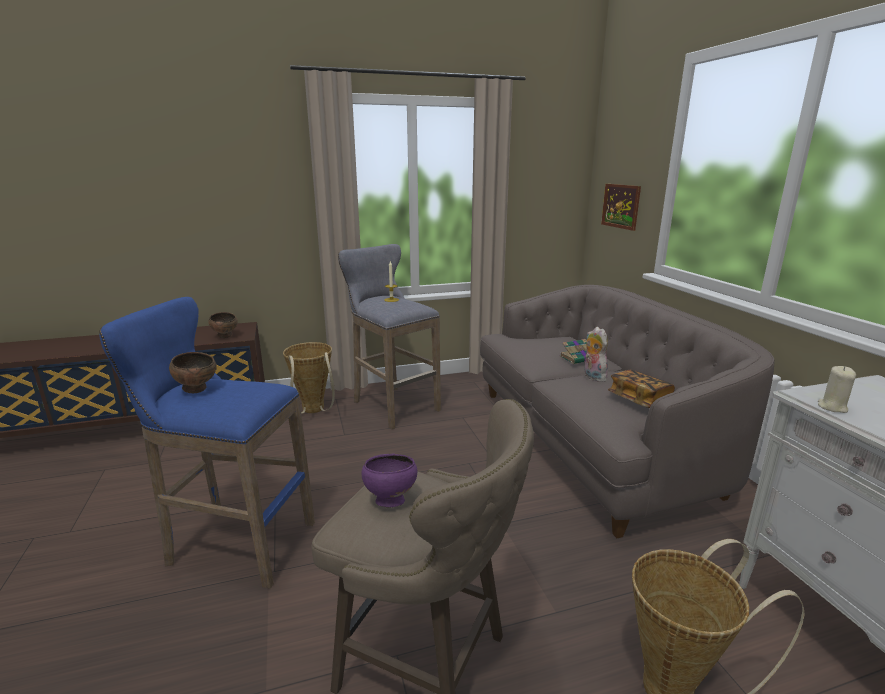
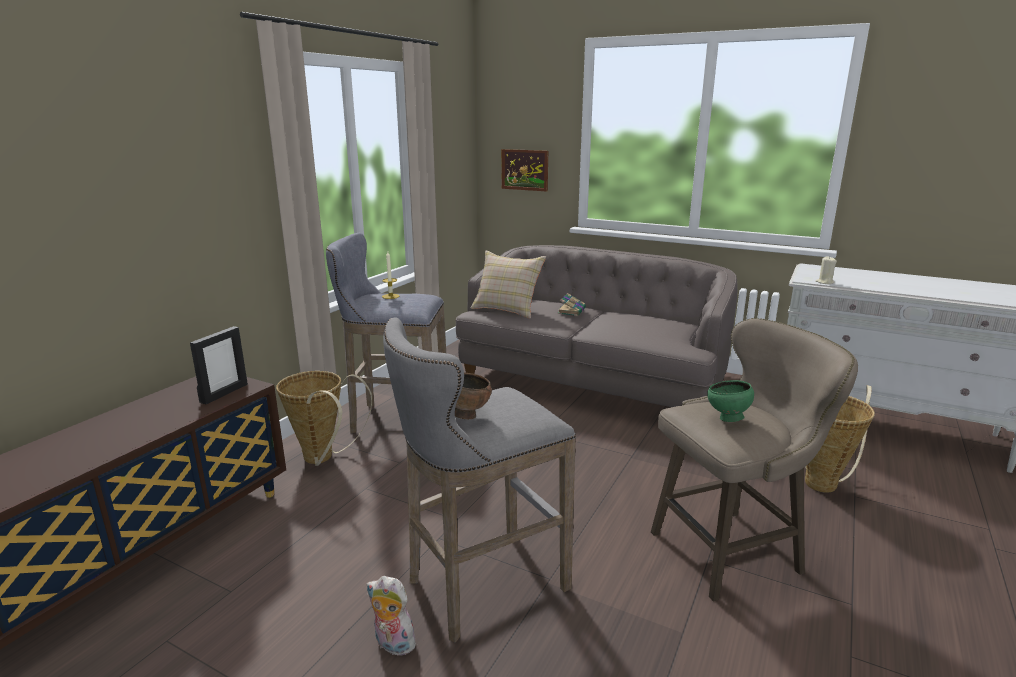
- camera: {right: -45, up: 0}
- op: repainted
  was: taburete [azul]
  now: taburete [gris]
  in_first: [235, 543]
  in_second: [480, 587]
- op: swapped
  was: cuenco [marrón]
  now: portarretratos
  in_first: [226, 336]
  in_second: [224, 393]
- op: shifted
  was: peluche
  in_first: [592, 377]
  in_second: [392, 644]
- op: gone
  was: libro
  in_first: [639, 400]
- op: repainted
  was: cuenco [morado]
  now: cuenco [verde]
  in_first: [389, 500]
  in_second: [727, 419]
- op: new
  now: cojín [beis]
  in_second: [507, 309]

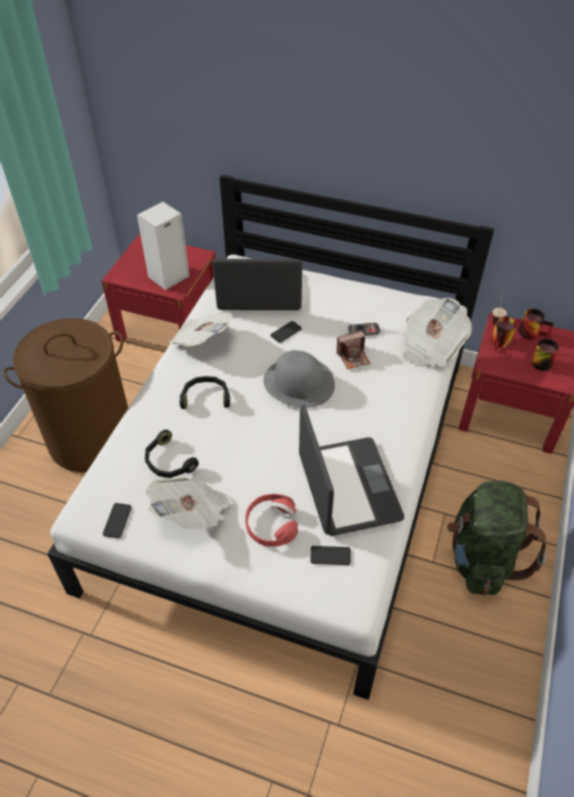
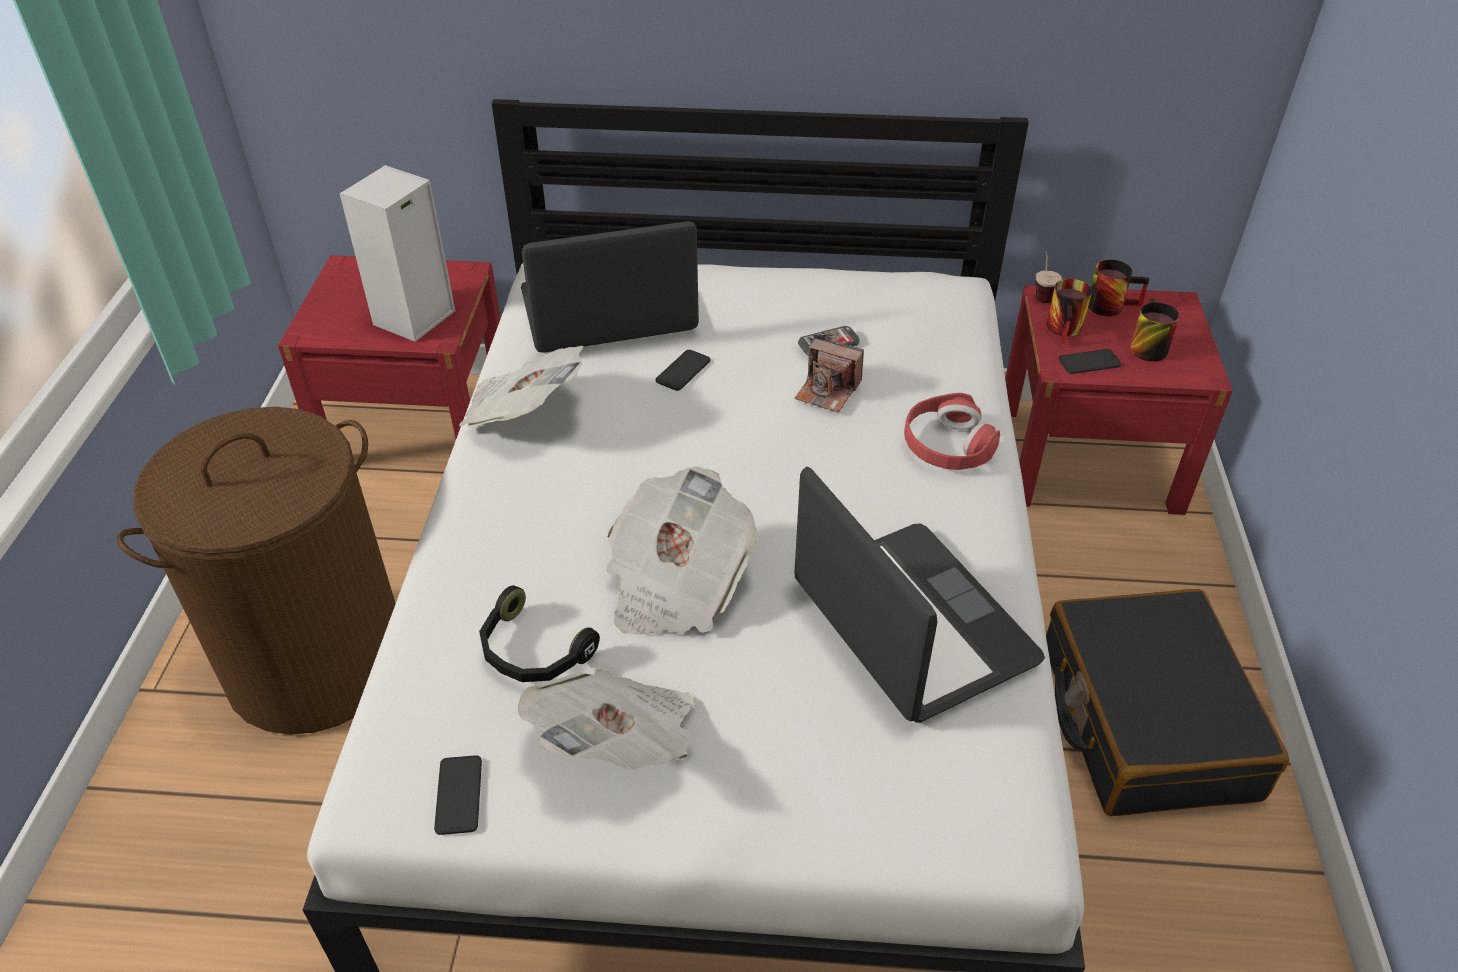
- camera: {right: -15, up: -5}
- op: shifted
  was: periódico
  in_first: [430, 346]
  in_second: [675, 584]
- op: rotated
  was: cámara
  in_first: [353, 357]
  in_second: [827, 391]
  clockwise: 60
- op: gone
  was: sombrero [gris]
  in_first: [298, 382]
- op: gone
  was: auriculares [negro]
  in_first: [206, 397]
- op: swapped
  was: mochila [verde]
  now: maleta [negro]
  in_first: [482, 558]
  in_second: [1145, 720]
- op: shifted
  was: auriculares [rojo]
  in_first: [271, 525]
  in_second: [947, 445]
- op: shifted
  was: móvil
  in_first: [330, 555]
  in_second: [1089, 362]

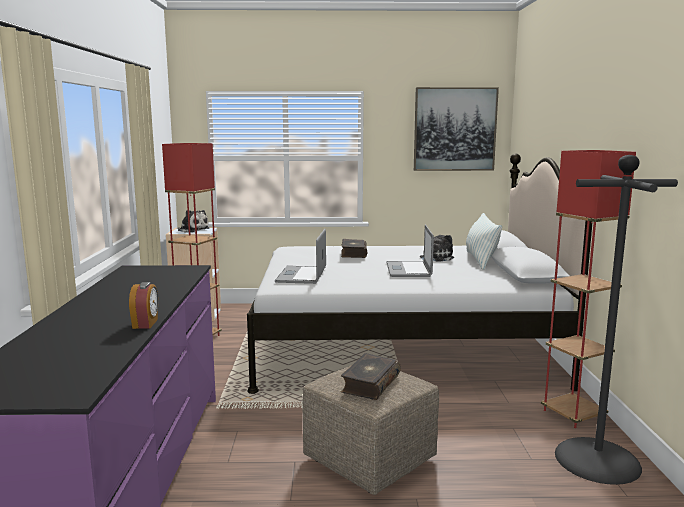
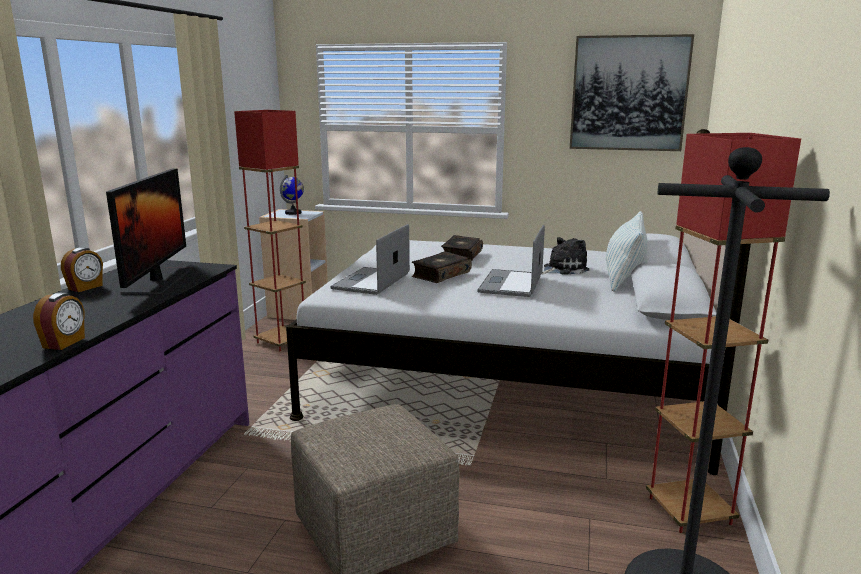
- camera: {right: 15, up: 5}
- op: swapped
  was: peluche
  now: globo terráqueo
  in_first: [192, 230]
  in_second: [293, 213]
- op: shifted
  was: libro
  in_first: [369, 384]
  in_second: [440, 275]
- op: new
  now: monitor
  in_second: [158, 281]
- op: new
  now: despertador
  in_second: [86, 287]

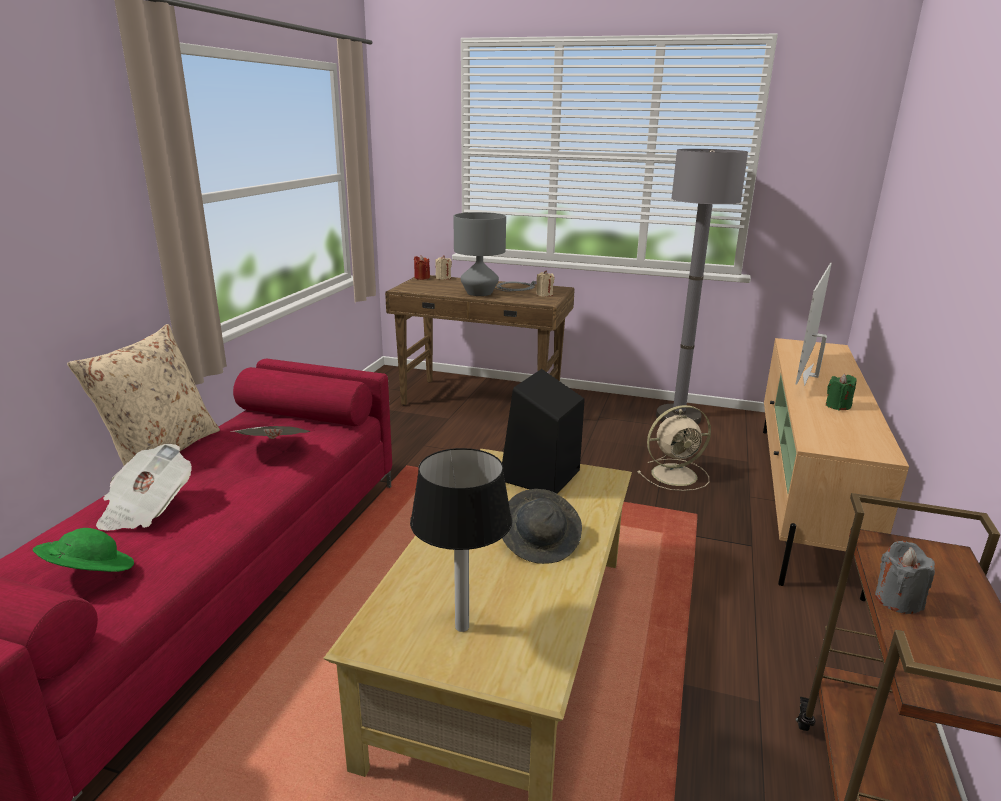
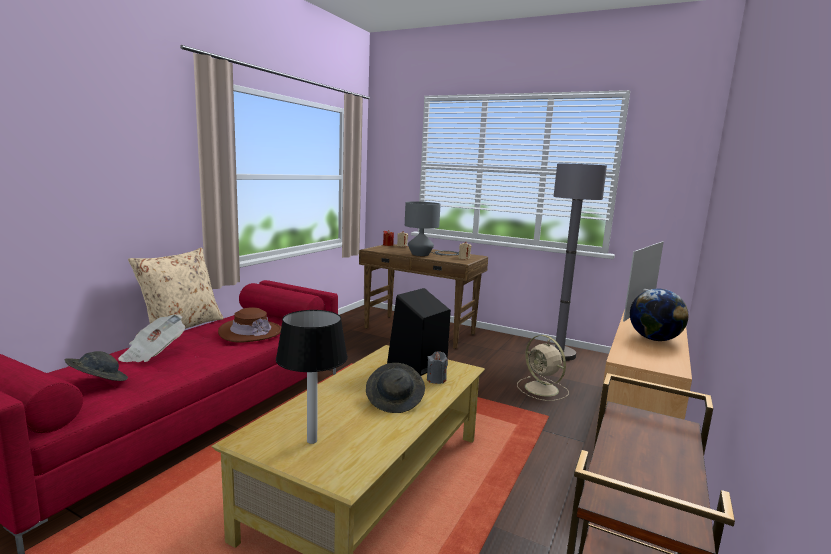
- camera: {right: 10, up: -10}
- op: swapped
  was: vela [verde]
  now: globo terráqueo
  in_first: [837, 406]
  in_second: [654, 339]
- op: rotated
  was: ventilador [beis]
  in_first: [676, 475]
  in_second: [542, 389]
  clockwise: 60
- op: swapped
  was: periódico
  now: sombrero [marrón]
  in_first: [275, 450]
  in_second: [250, 332]
- op: repainted
  was: sombrero [verde]
  now: sombrero [gris]
  in_first: [89, 574]
  in_second: [98, 382]
- op: shifted
  was: vela [gris]
  in_first: [898, 600]
  in_second: [436, 379]

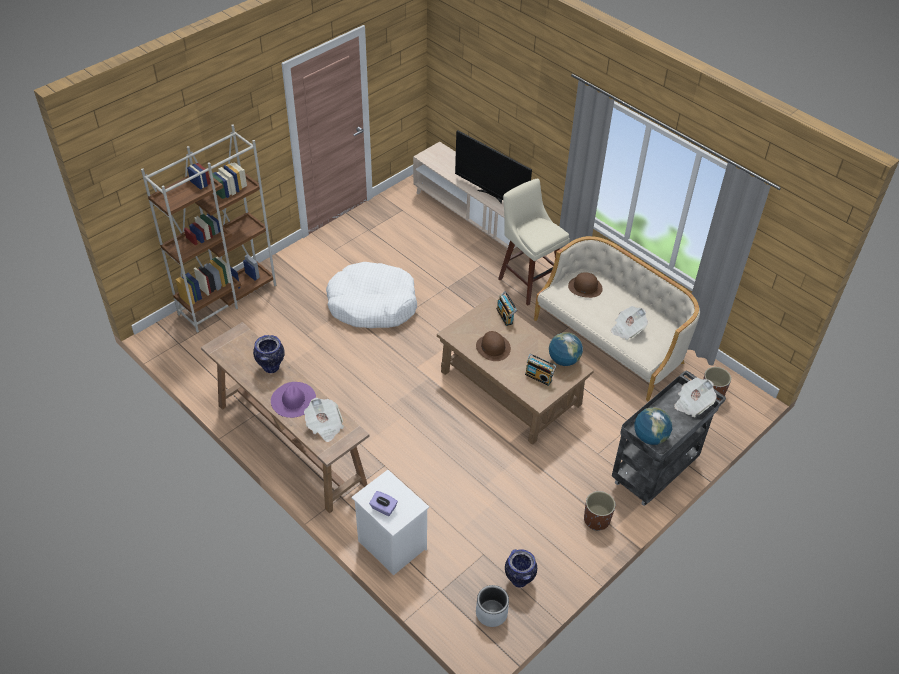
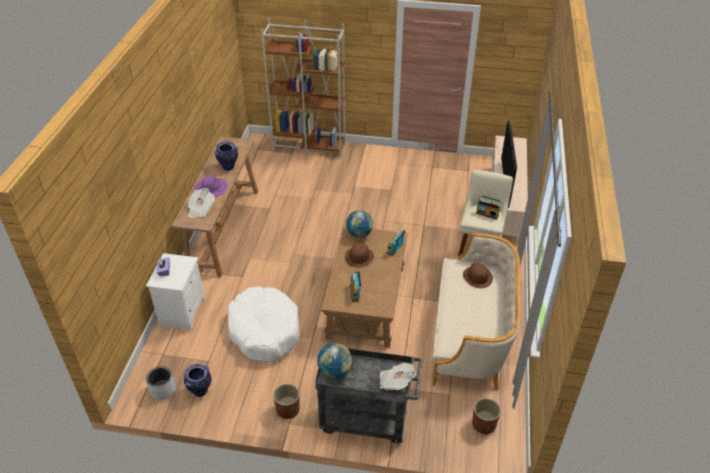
- camera: {right: 55, up: -5}
- op: shifted
  was: cama para perro [blanco]
  in_first: [372, 304]
  in_second: [264, 330]
- op: gone
  was: periódico
  in_first: [627, 329]
- op: shifted
  was: globo terráqueo
  in_first: [563, 360]
  in_second: [359, 234]
- op: new
  now: radio
  in_second: [487, 214]

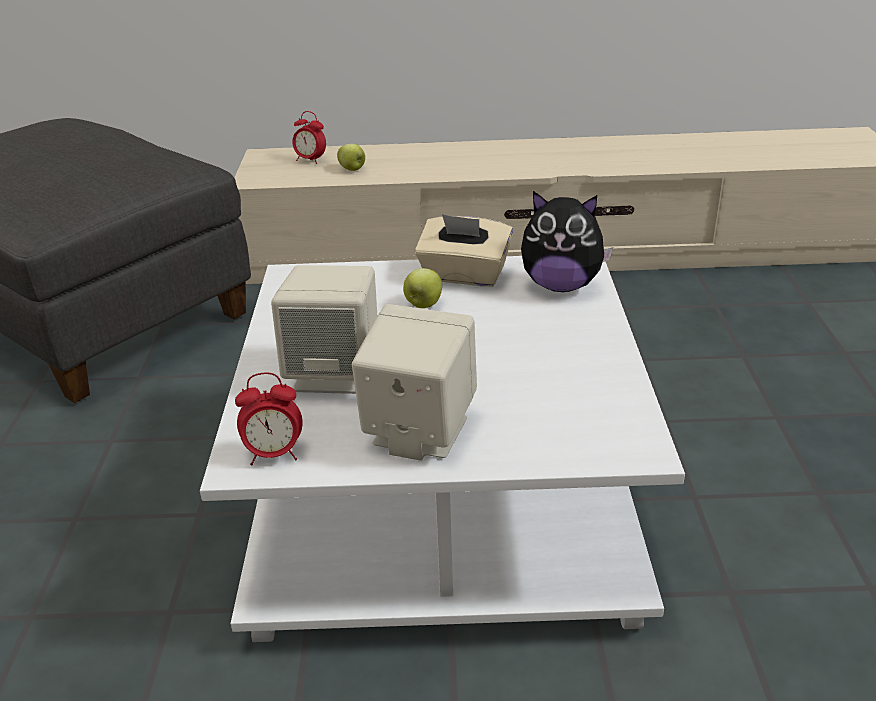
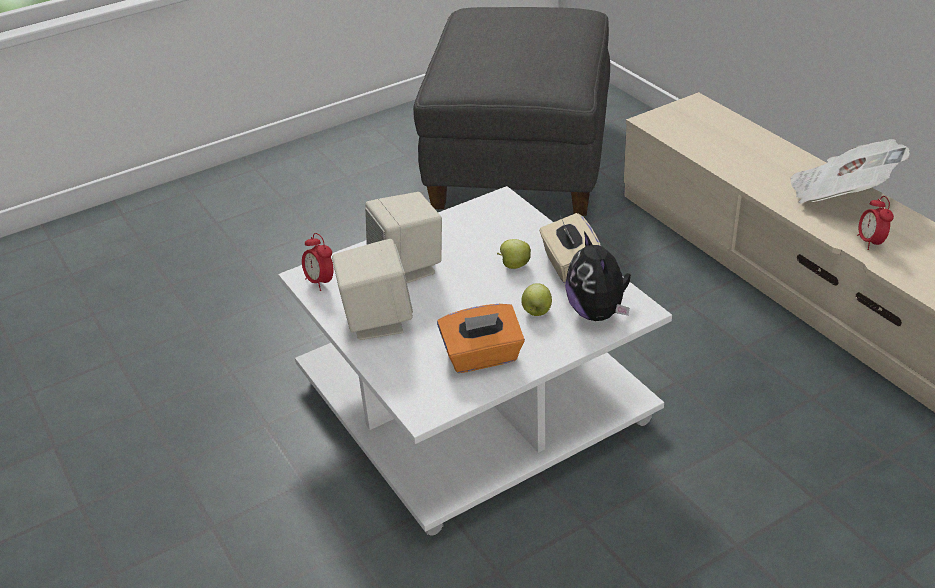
- camera: {right: 60, up: 5}
- op: shifted
  was: despertador
  in_first: [310, 160]
  in_second: [870, 242]
- op: shifted
  was: manzana
  in_first: [352, 169]
  in_second: [536, 312]
- op: new
  now: periódico
  in_second: [840, 195]
- op: new
  now: caja de pañuelos [naranja]
  in_second: [482, 357]

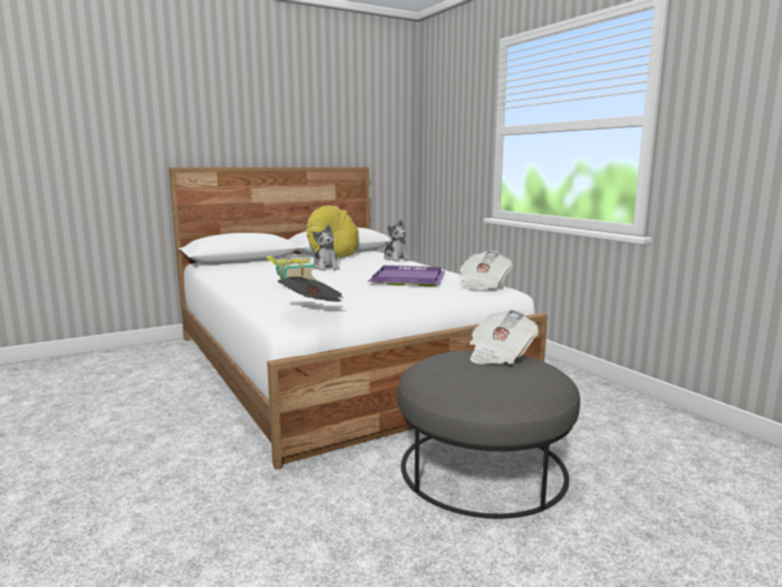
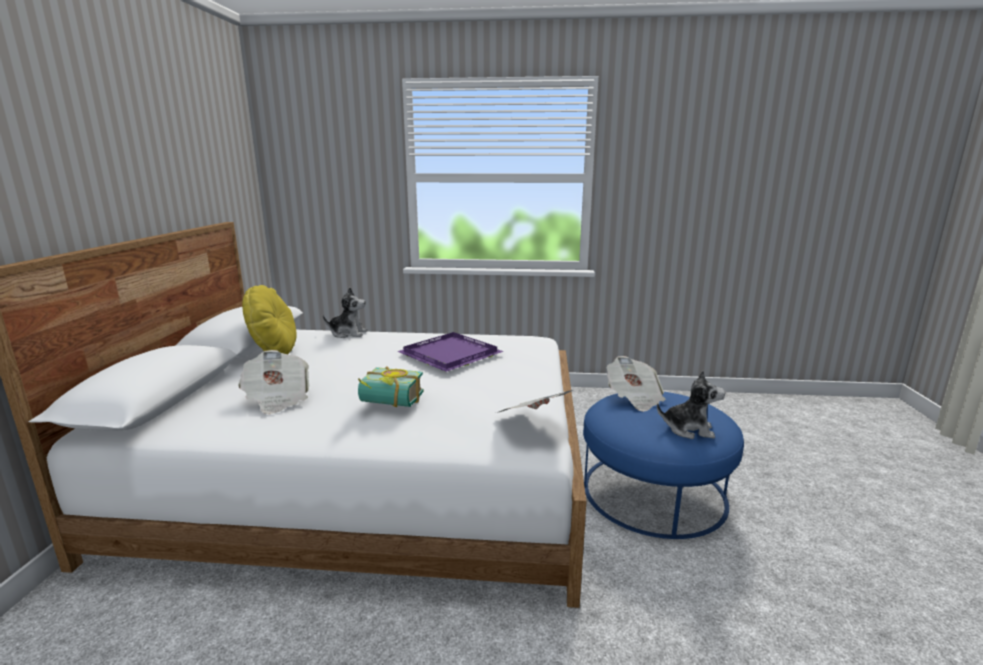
- camera: {right: -55, up: 5}
- op: shifted
  was: peluche
  in_first: [326, 268]
  in_second: [688, 429]
- op: shifted
  was: periódico
  in_first: [482, 285]
  in_second: [277, 398]
- op: repainted
  was: puf [gris]
  now: puf [azul]
  in_first: [483, 467]
  in_second: [653, 491]

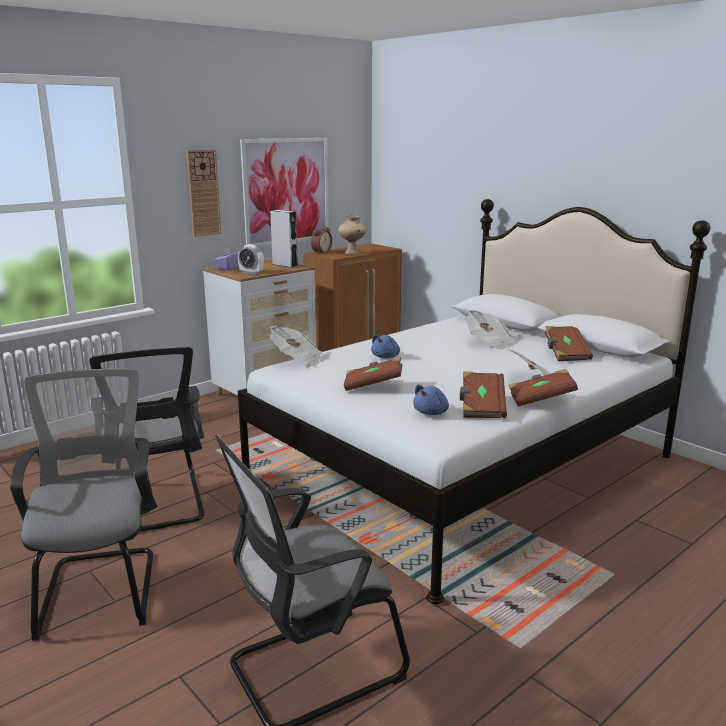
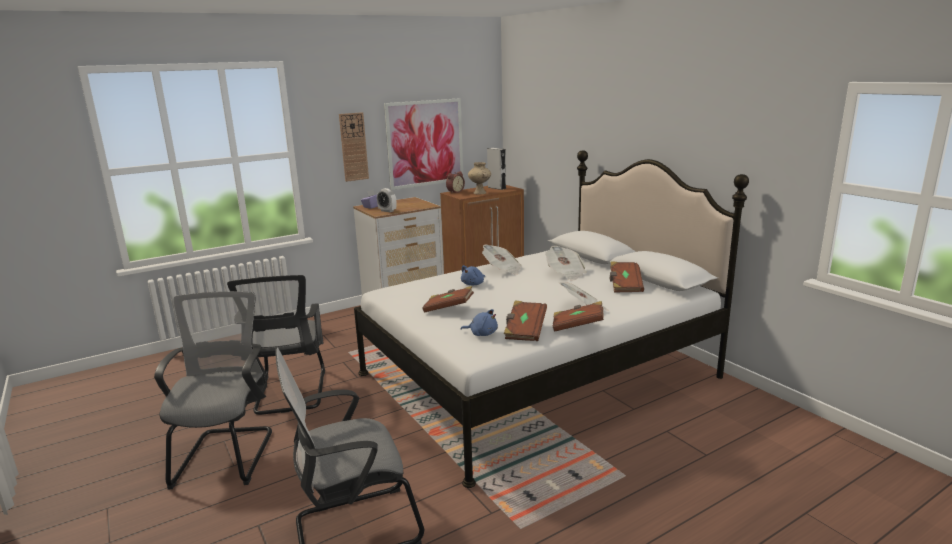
- camera: {right: 10, up: 0}
- op: shifted
  was: altavoz [gris]
  in_first: [285, 265]
  in_second: [496, 188]
- op: shifted
  was: periódico
  in_first: [297, 359]
  in_second: [502, 270]
- op: rotated
  was: peluche [azul]
  in_first: [432, 412]
  in_second: [482, 334]
  clockwise: -120

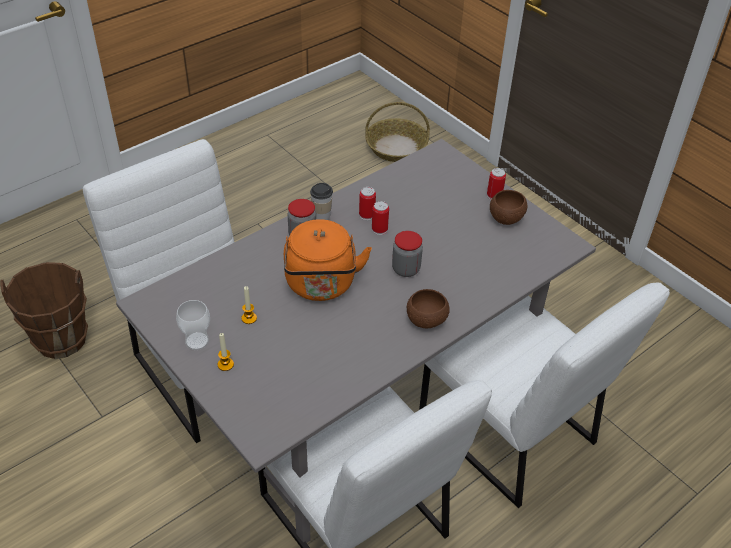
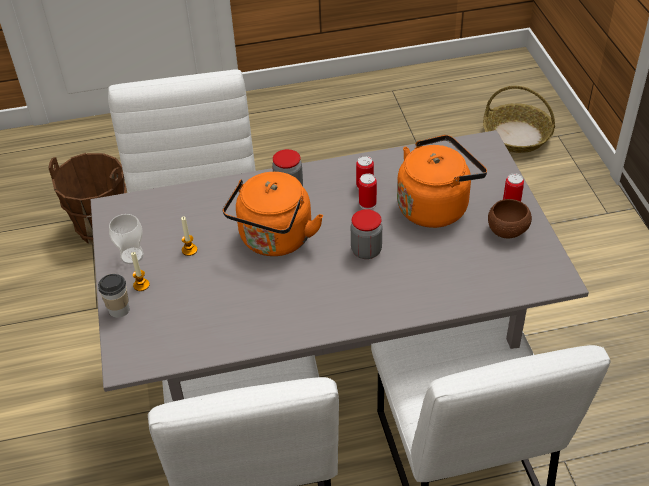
- camera: {right: 30, up: 0}
- op: shifted
  was: taza
  in_first: [321, 215]
  in_second: [119, 310]
- op: gone
  was: cuenco [marrón]
  in_first: [426, 320]
- op: new
  now: hervidor [naranja]
  in_second: [436, 206]

